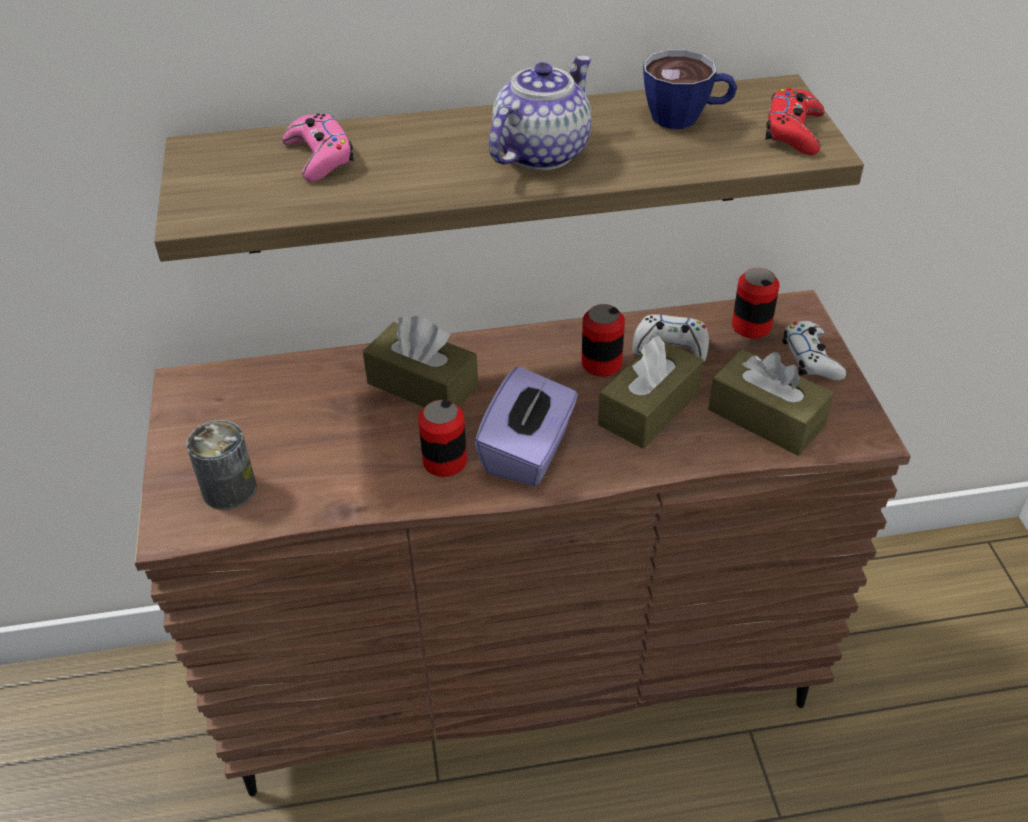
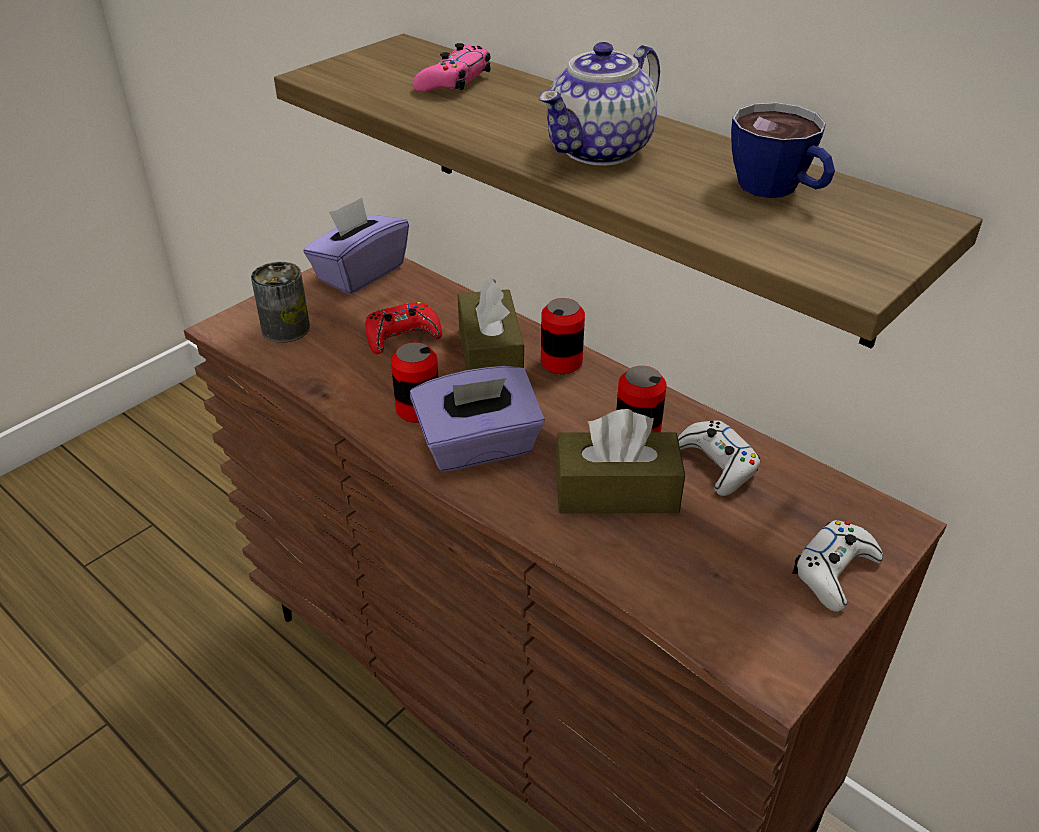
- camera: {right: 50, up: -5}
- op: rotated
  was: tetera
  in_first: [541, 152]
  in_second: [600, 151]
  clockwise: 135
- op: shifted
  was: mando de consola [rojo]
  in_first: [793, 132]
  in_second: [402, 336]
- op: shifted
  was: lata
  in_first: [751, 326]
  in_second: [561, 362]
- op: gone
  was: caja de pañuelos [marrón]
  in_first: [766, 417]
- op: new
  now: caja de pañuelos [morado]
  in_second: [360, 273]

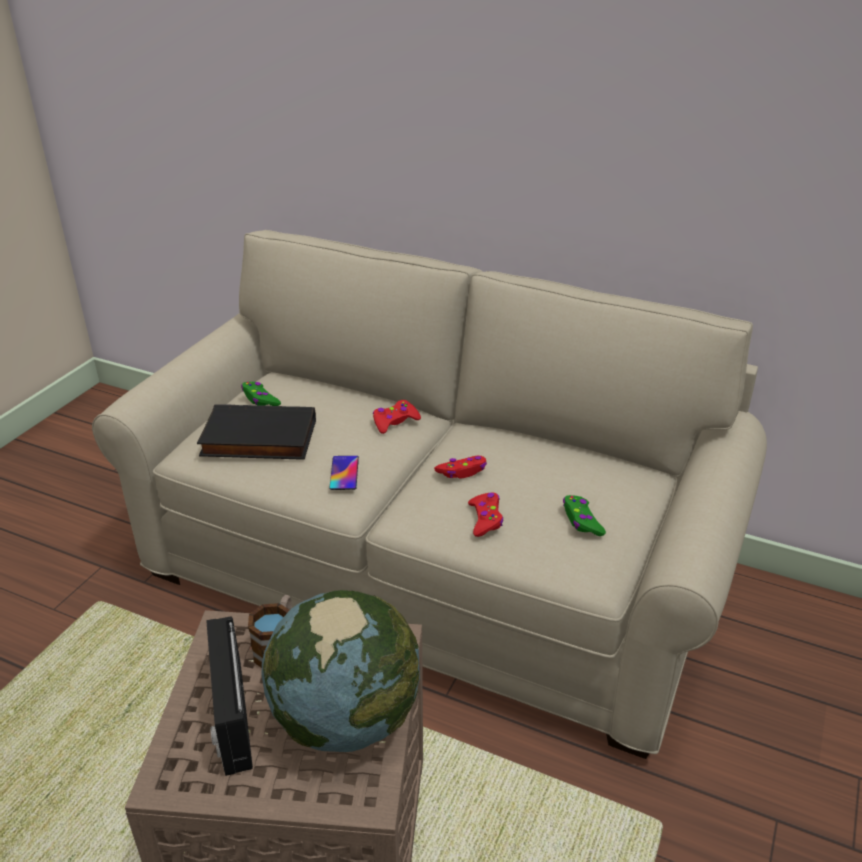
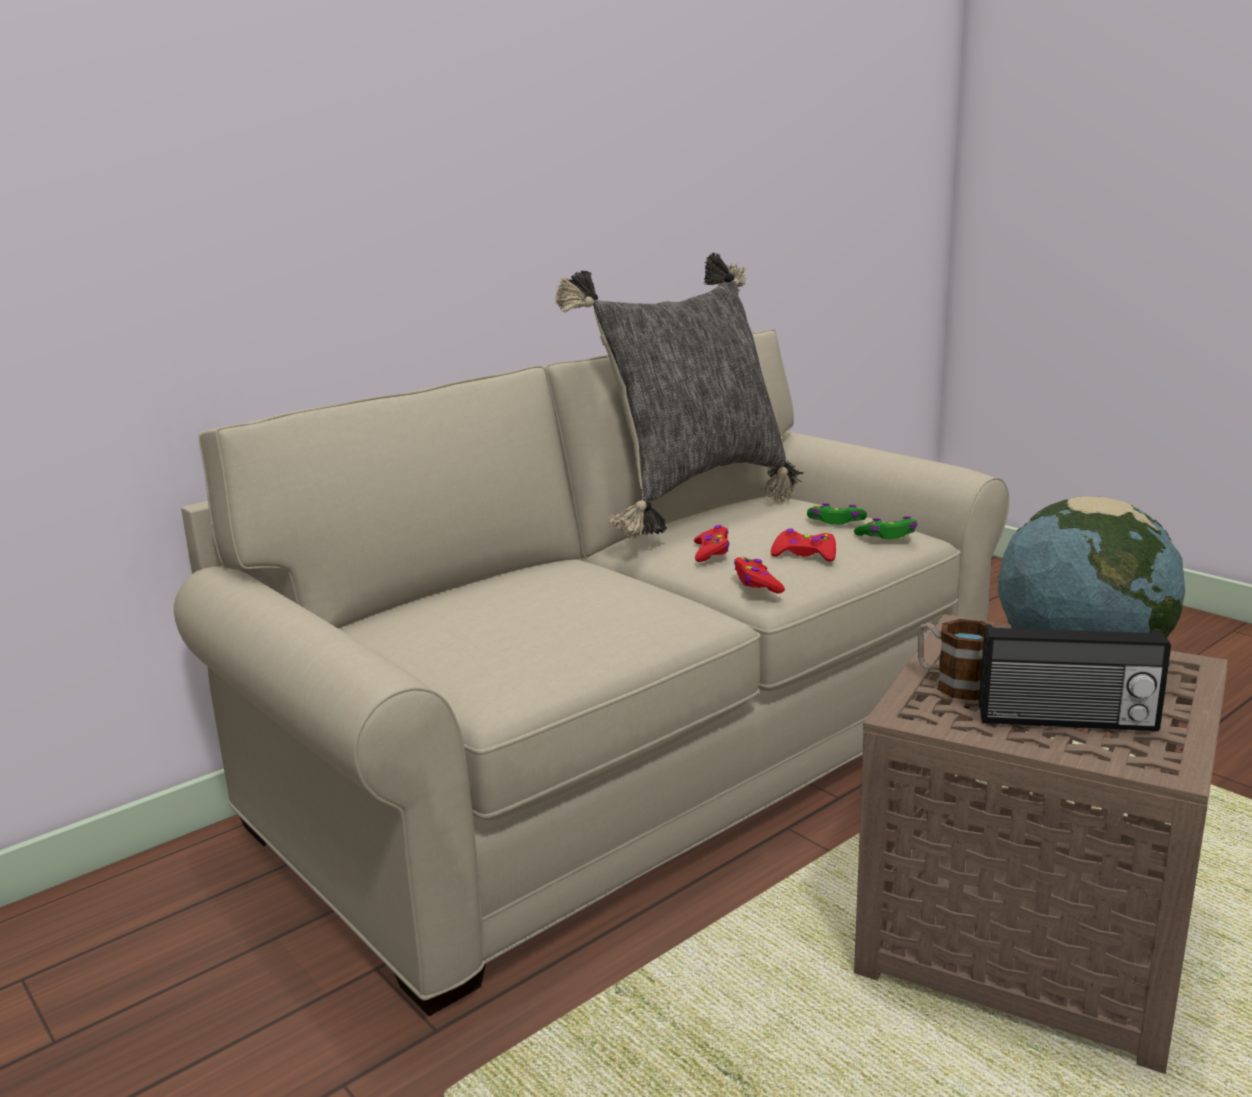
- camera: {right: -65, up: -15}
- op: shifted
  was: mando de consola [verde]
  in_first: [260, 399]
  in_second: [887, 536]
- op: shifted
  was: mando de consola [rojo]
  in_first: [395, 421]
  in_second: [757, 583]
- op: gone
  was: libro [negro]
  in_first: [258, 440]
- op: gone
  was: móvil
  in_first: [344, 473]
- op: new
  now: cojín
  in_second: [687, 514]

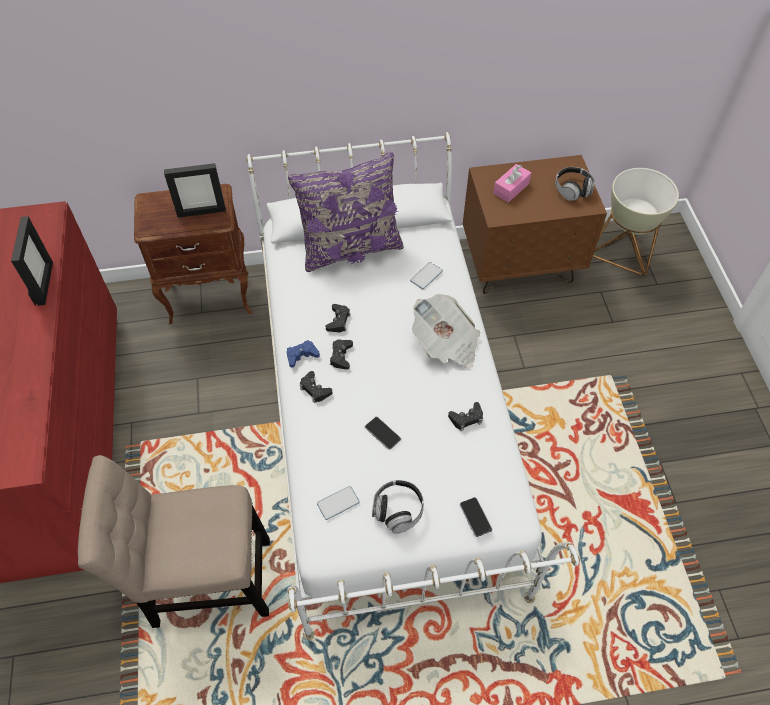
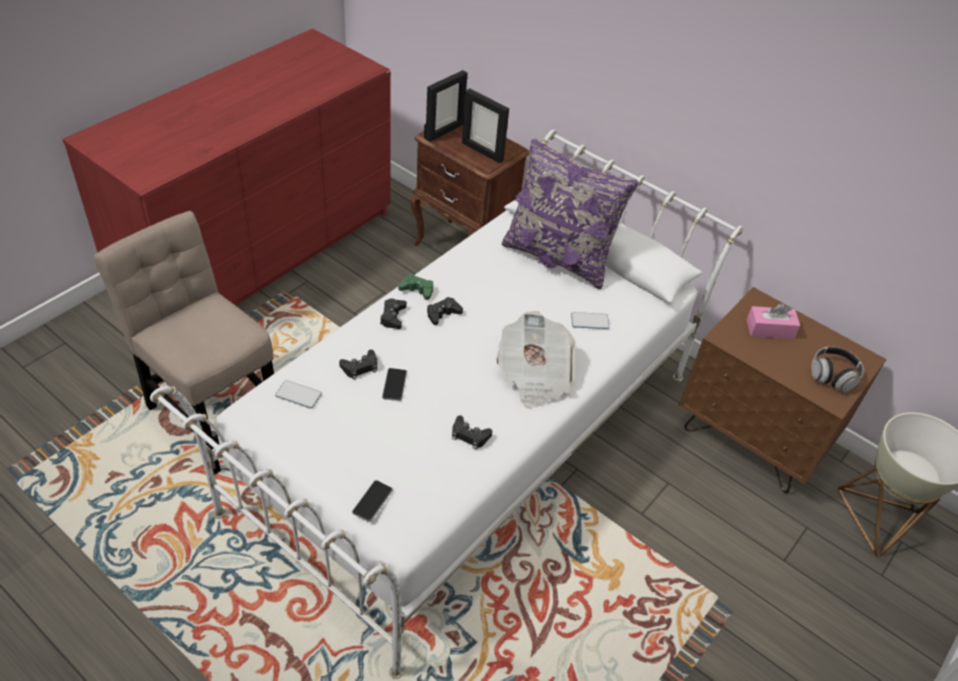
- camera: {right: 45, up: -10}
- op: shifted
  was: portarretratos
  in_first: [44, 283]
  in_second: [444, 131]
- op: shifted
  was: mando de consola [negro]
  in_first: [338, 321]
  in_second: [360, 367]
- op: repainted
  was: mando de consola [azul]
  now: mando de consola [verde]
  in_first: [301, 355]
  in_second: [417, 290]
- op: gone
  was: auriculares
  in_first: [398, 510]

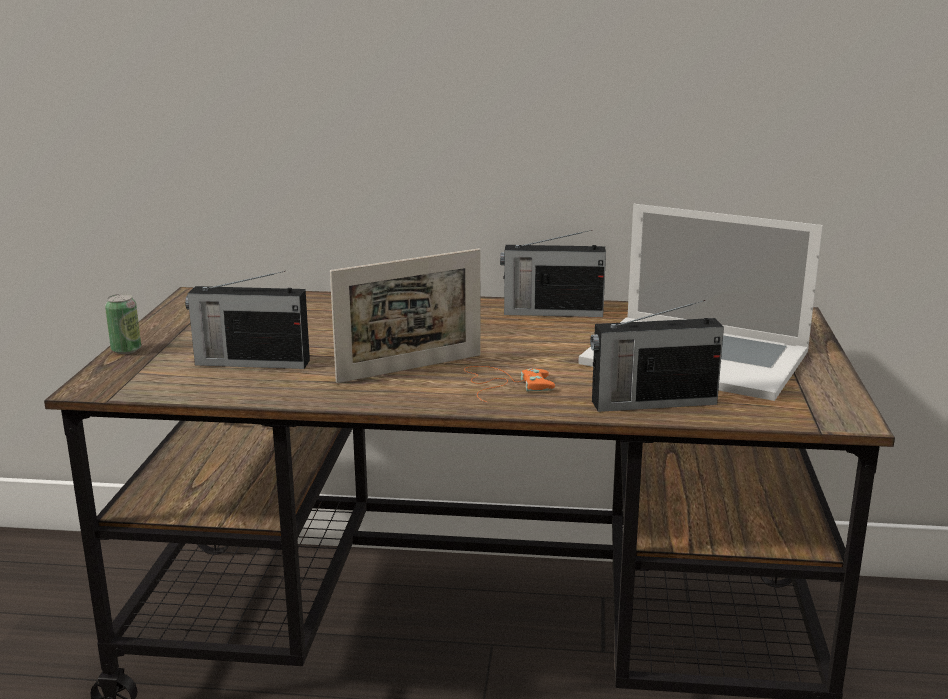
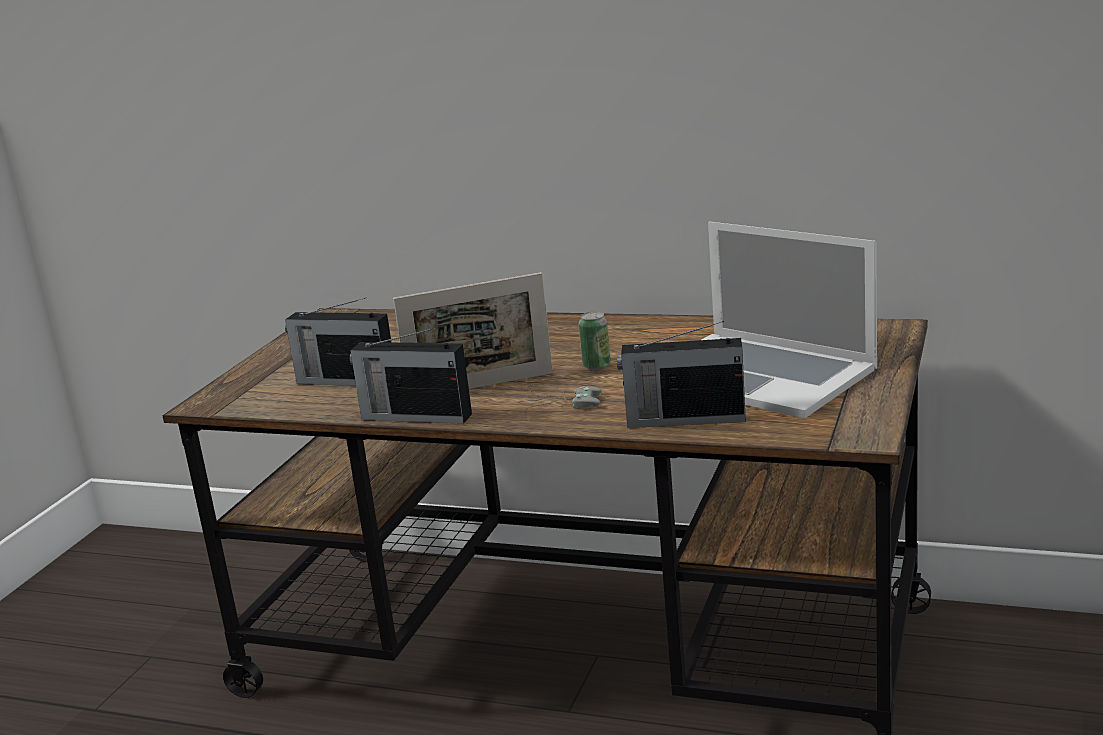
- camera: {right: 15, up: 0}
- op: shifted
  was: radio
  in_first: [551, 312]
  in_second: [414, 416]
- op: shifted
  was: lata
  in_first: [126, 350]
  in_second: [596, 366]
- op: repainted
  was: mando de consola [naranja]
  now: mando de consola [gris]
  in_first: [503, 384]
  in_second: [556, 401]

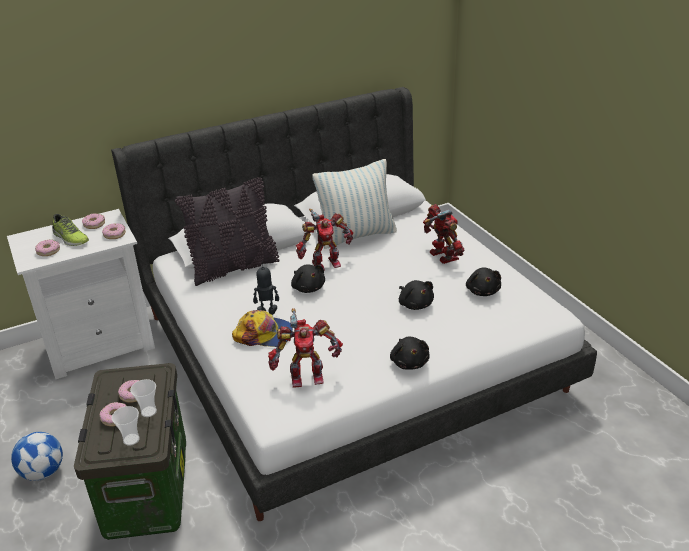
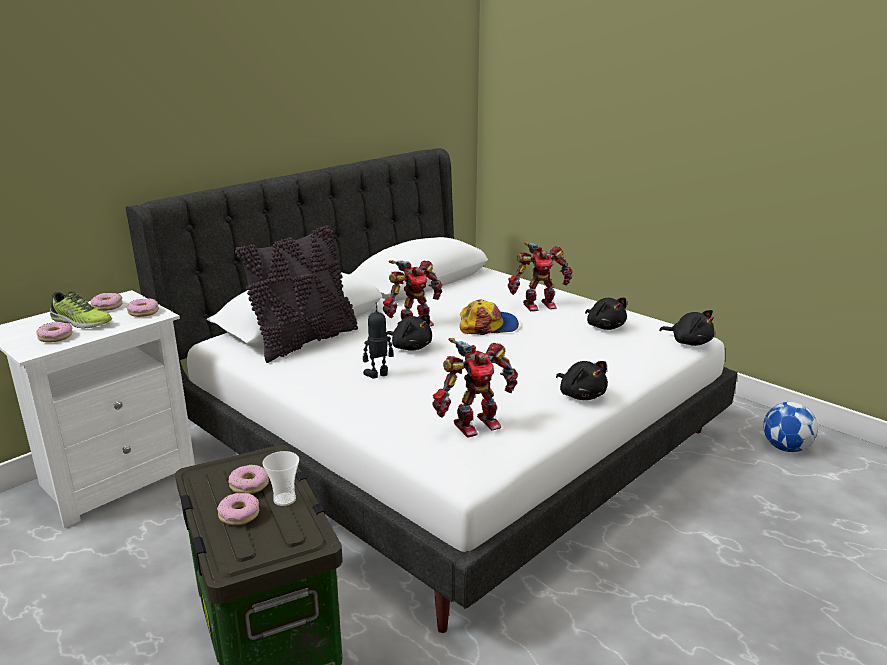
- camera: {right: -20, up: -10}
- op: gone
  was: cojín
  in_first: [356, 235]
- op: rotated
  was: robot de juguete
  in_first: [442, 256]
  in_second: [538, 305]
  clockwise: 120
- op: shifted
  was: peluche [negro]
  in_first: [415, 304]
  in_second: [689, 342]
- op: shifted
  was: gorra
  in_first: [264, 334]
  in_second: [488, 326]
- op: gone
  was: taza
  in_first: [131, 439]
- op: shifted
  was: balón de fútbol
  in_first: [43, 472]
  in_second: [785, 448]

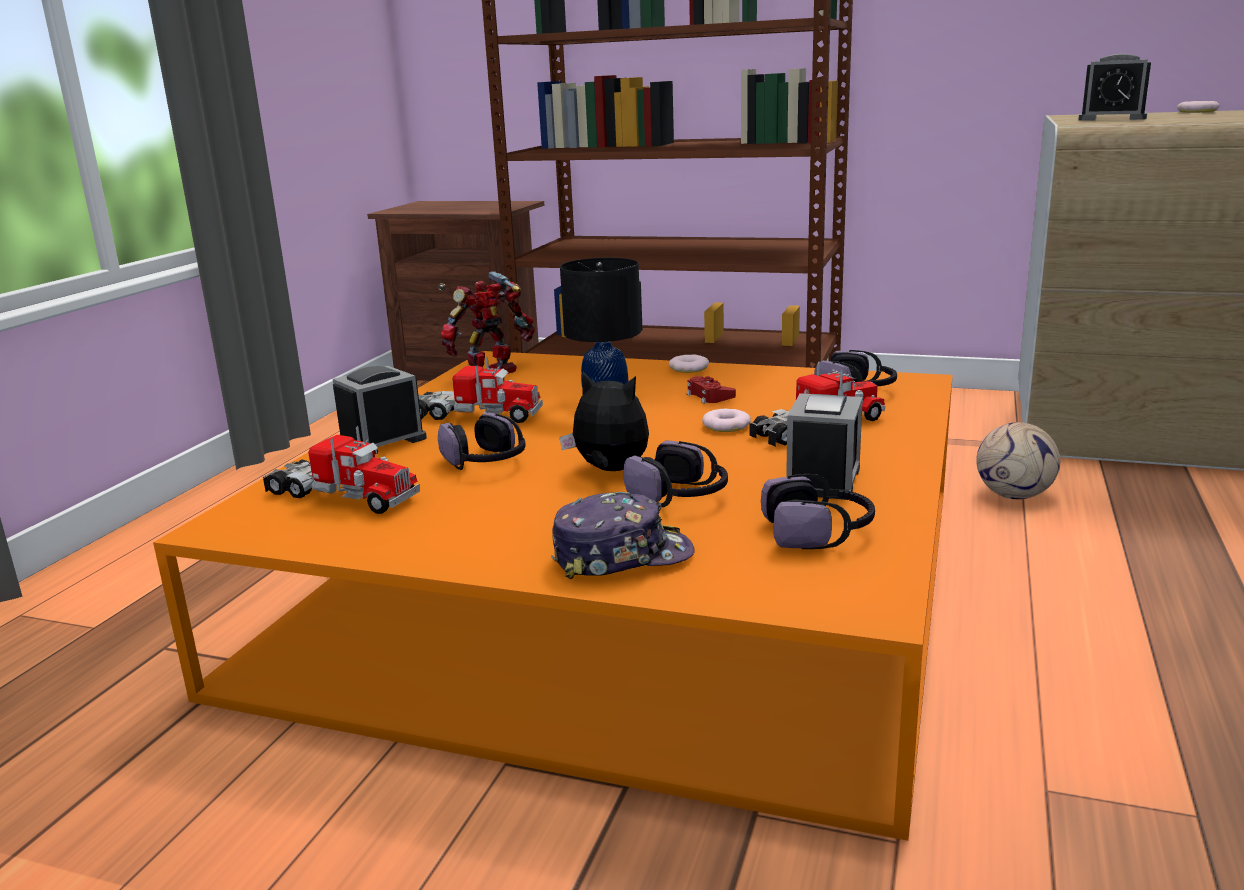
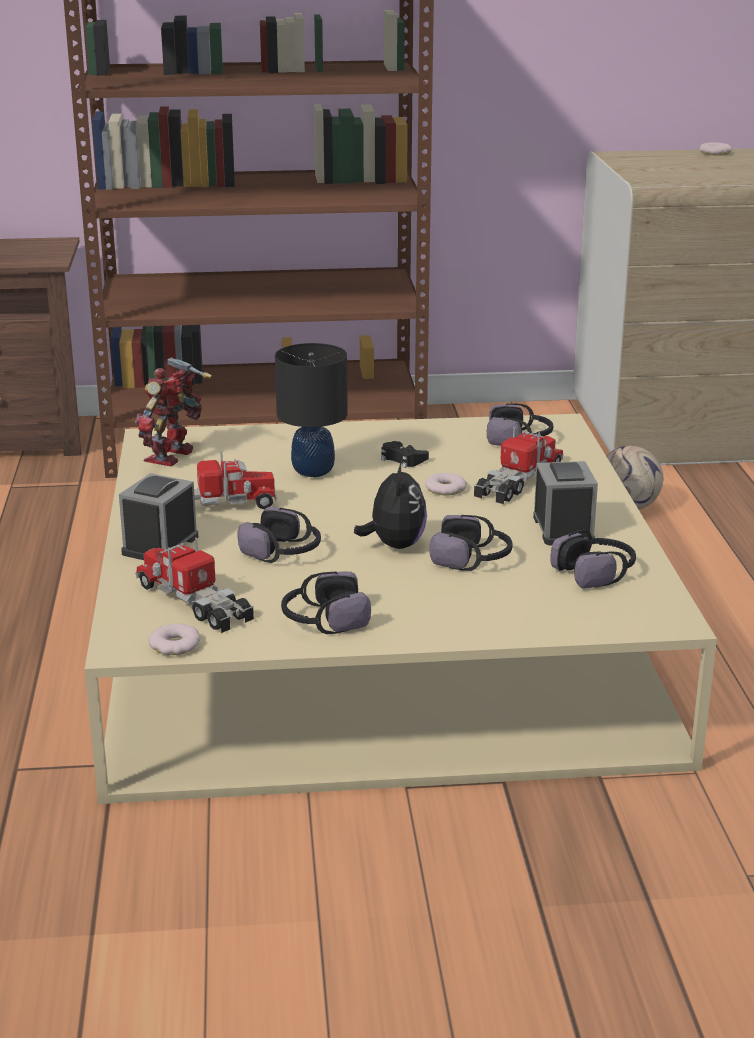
- camera: {right: -25, up: 5}
- op: gone
  was: despertador
  in_first: [1112, 118]
- op: repainted
  was: mesa de centro [naranja]
  now: mesa de centro [beis]
  in_first: [626, 581]
  in_second: [375, 635]
- op: shifted
  was: rosquilla
  in_first: [689, 368]
  in_second: [175, 645]
- op: rotated
  was: peluche
  in_first: [609, 471]
  in_second: [394, 545]
  clockwise: 90
- op: repainted
  was: mando de consola [rojo]
  now: mando de consola [negro]
  in_first: [709, 396]
  in_second: [402, 459]
- op: rotated
  was: camión de juguete
  in_first: [341, 496]
  in_second: [194, 602]
  clockwise: -135
- op: gone
  was: gorra
  in_first: [622, 556]
- op: new
  now: auriculares
  in_second: [323, 620]

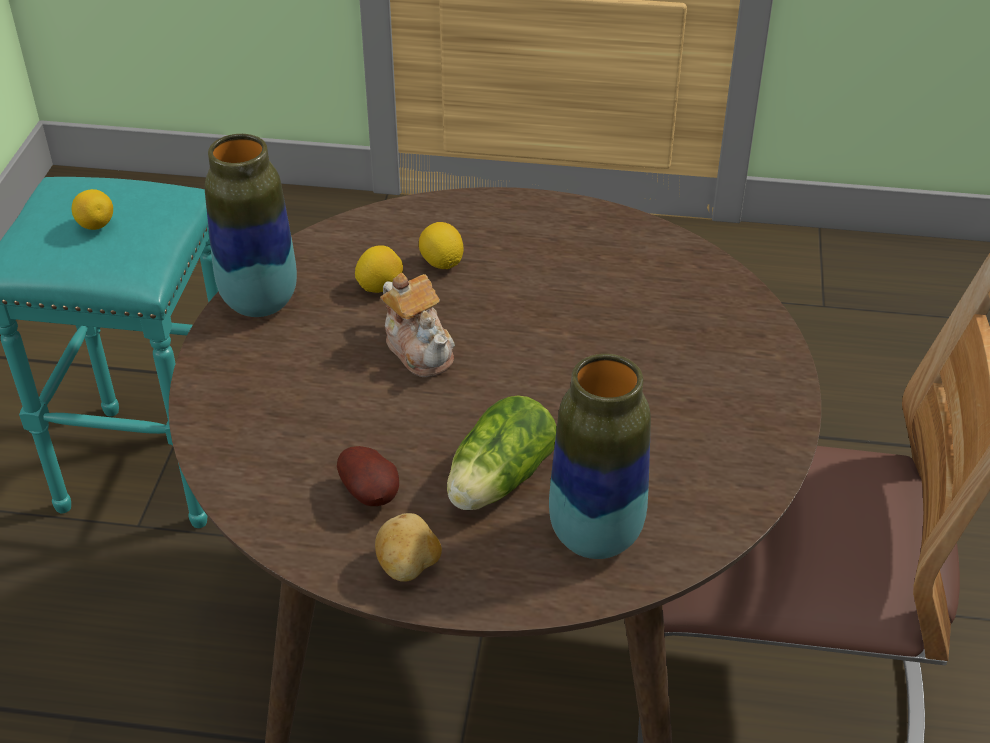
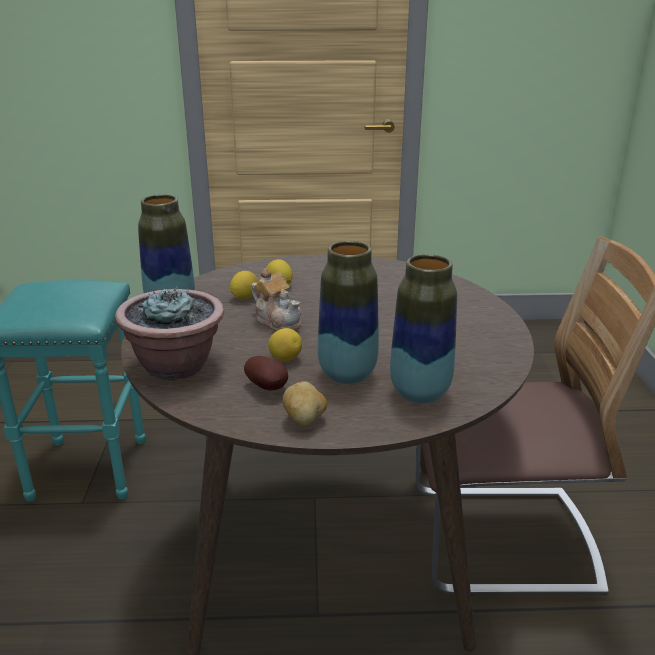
- camera: {right: -10, up: -15}
- op: shifted
  was: limón
  in_first: [96, 225]
  in_second: [285, 358]
- op: swapped
  was: lechuga
  now: florero
  in_first: [496, 482]
  in_second: [347, 374]
- op: new
  now: planta en maceta
  in_second: [176, 366]

